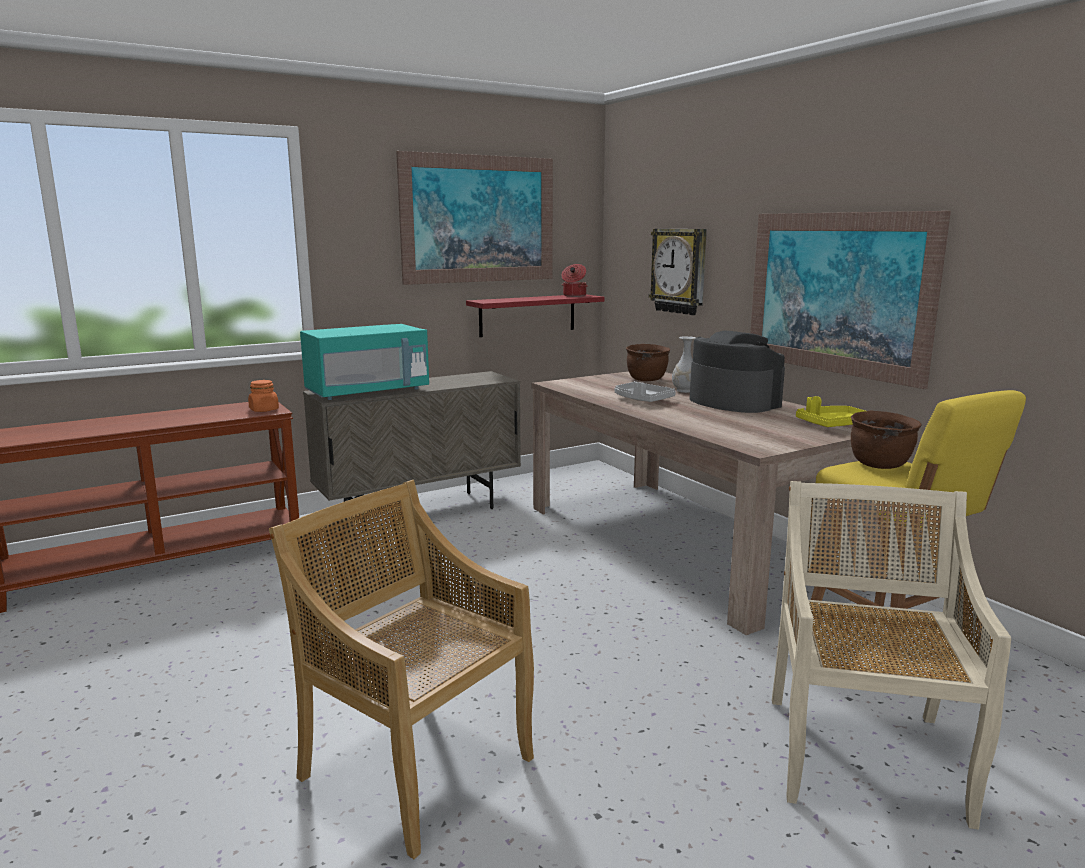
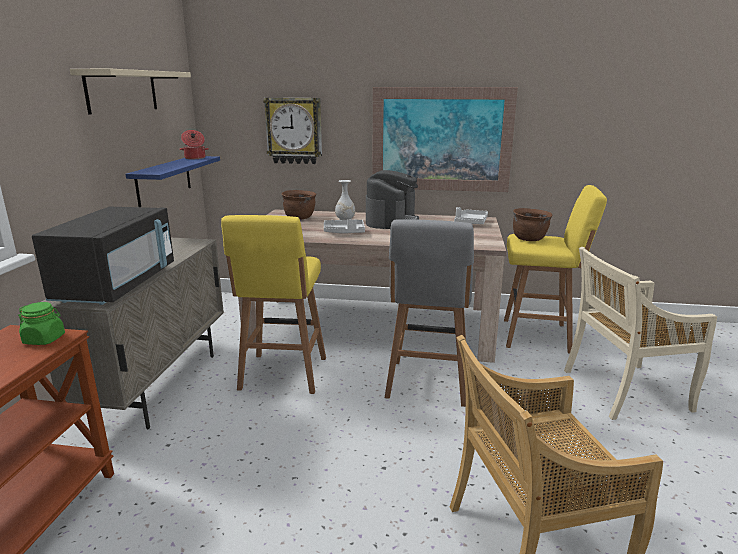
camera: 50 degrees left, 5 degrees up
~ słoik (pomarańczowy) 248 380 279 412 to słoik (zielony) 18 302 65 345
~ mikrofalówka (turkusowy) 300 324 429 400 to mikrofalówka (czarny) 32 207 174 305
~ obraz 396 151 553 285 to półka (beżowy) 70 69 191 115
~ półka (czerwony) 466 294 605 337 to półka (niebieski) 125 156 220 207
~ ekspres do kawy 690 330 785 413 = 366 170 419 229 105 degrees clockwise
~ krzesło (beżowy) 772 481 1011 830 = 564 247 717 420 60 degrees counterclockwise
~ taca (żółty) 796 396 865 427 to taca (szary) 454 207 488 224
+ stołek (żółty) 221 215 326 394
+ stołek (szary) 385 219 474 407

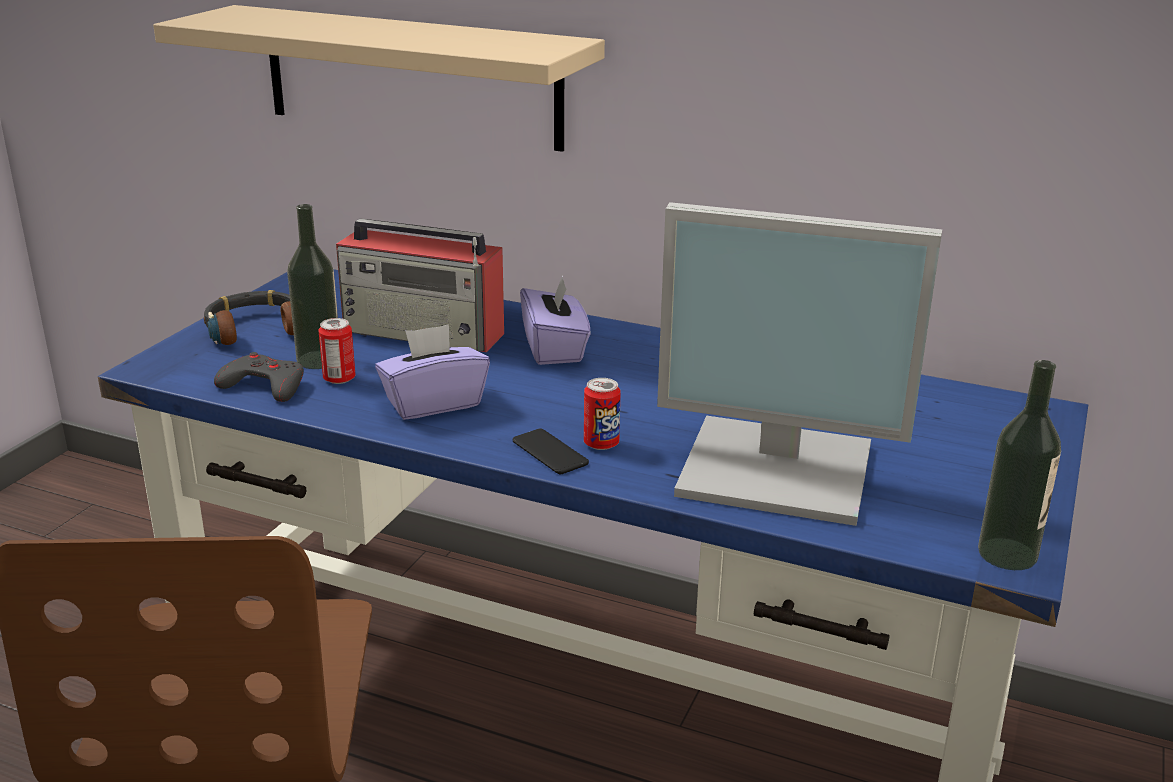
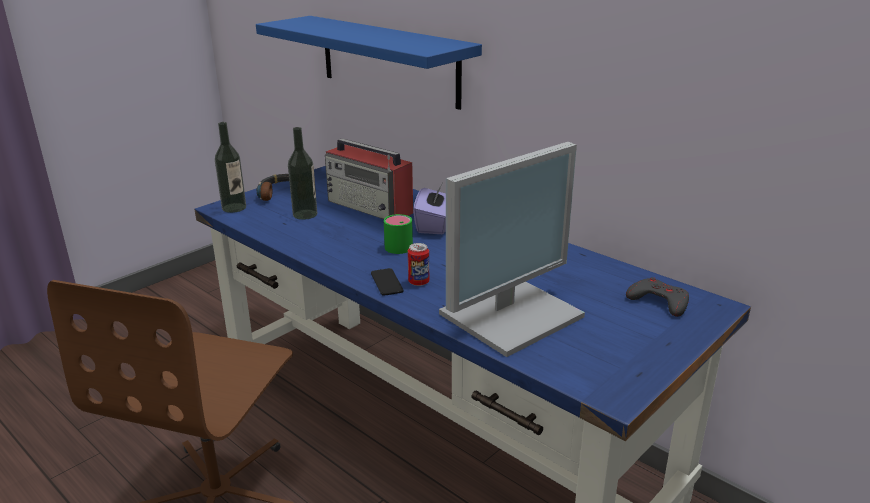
camera: 20 degrees right, 0 degrees up
~ półka (beżowy) 153 5 605 152 to półka (niebieski) 256 16 482 110
~ pad do gier (szary) 214 352 304 402 to 626 277 689 317
- puszka 318 318 355 384
- pudełko chusteczek (fioletowy) 375 324 490 420
~ monitor 657 202 942 526 = 439 142 585 357 75 degrees counterclockwise
~ butelka 978 360 1061 570 to 215 122 246 213
+ kubek (zielony) 384 214 413 254

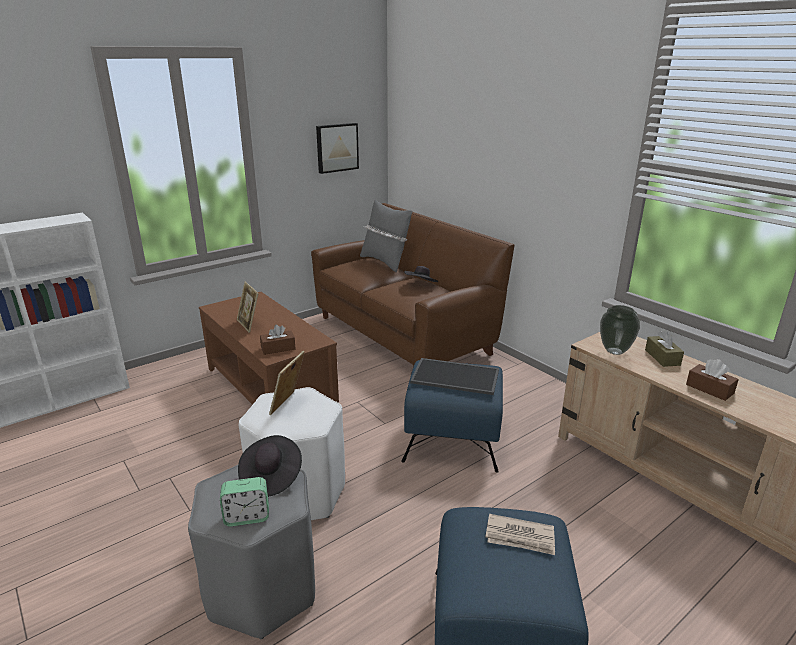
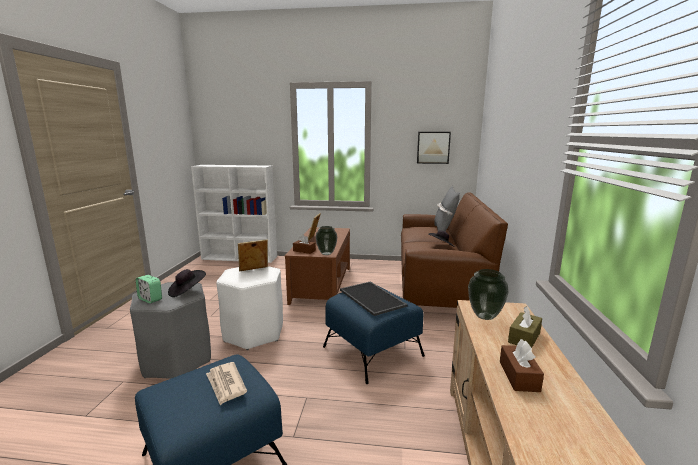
camera: 45 degrees right, 10 degrees down
+ wazon 315 226 337 255

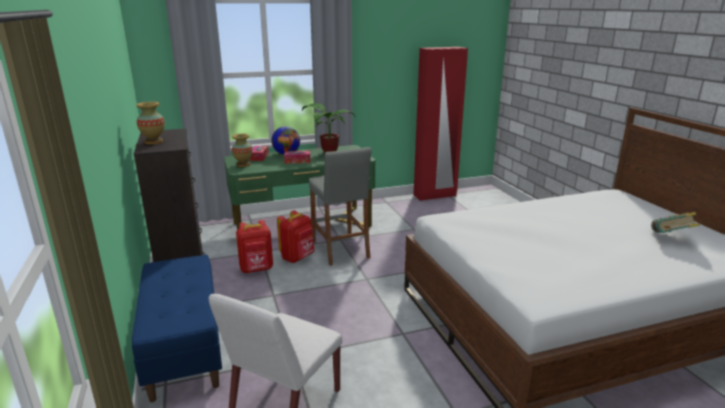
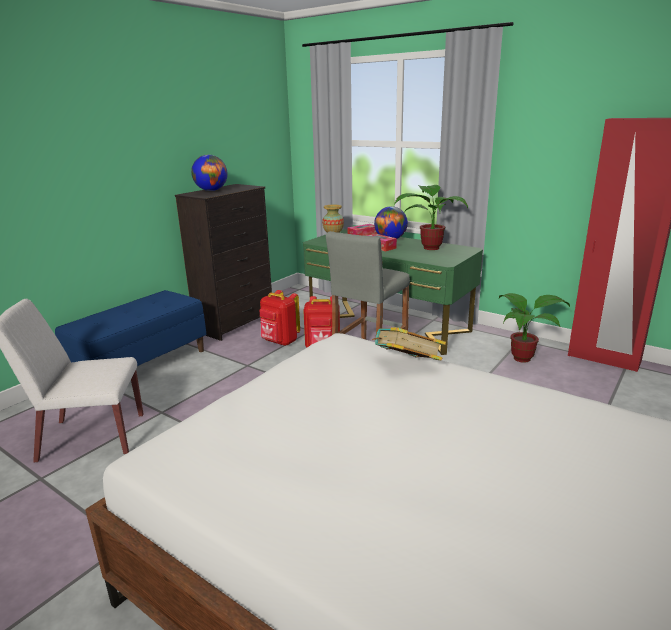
camera: 55 degrees right, 0 degrees up
~ wazon 136 102 165 144 to globus 191 155 228 191
~ książka 651 212 700 233 to 372 327 446 361
+ roślina doniczkowa 499 293 570 363

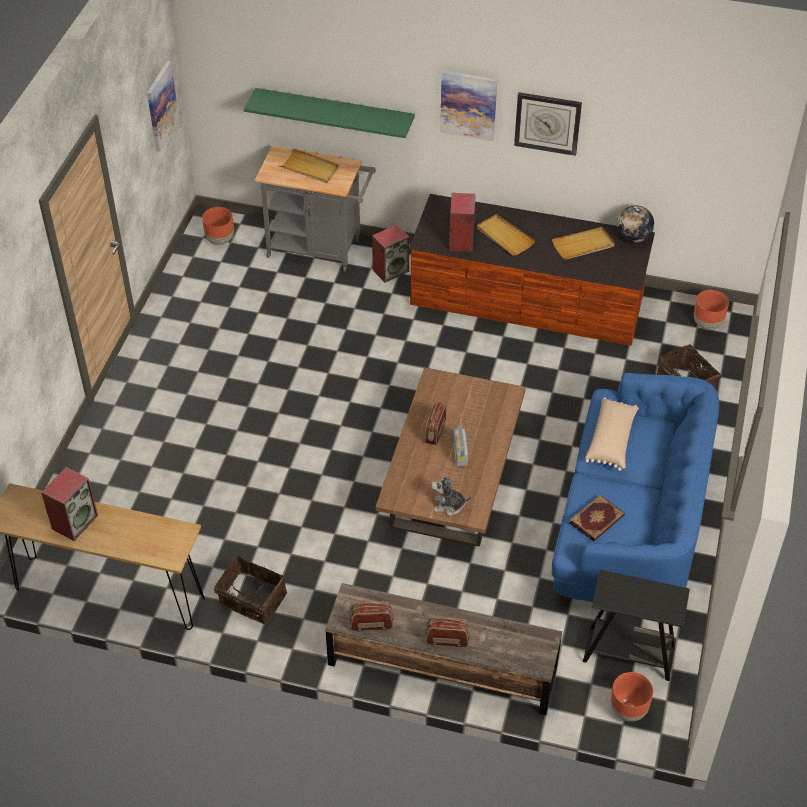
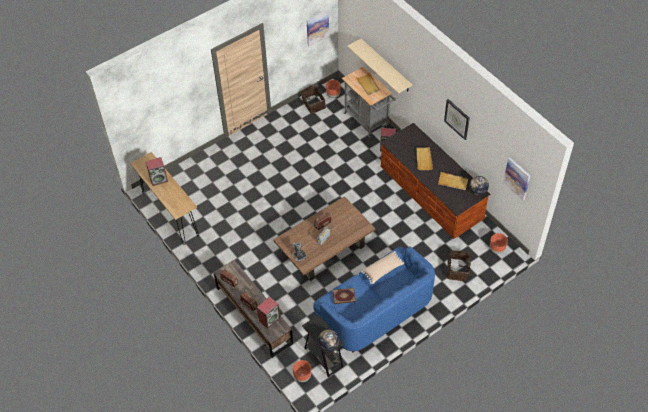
camera: 40 degrees right, 5 degrees up
~ koszyk 214 555 287 624 to 300 86 326 114
~ półka (zielony) 244 88 415 138 to półka (beżowy) 347 39 412 94
~ obraz 440 70 497 141 to 503 158 530 200
~ głośnik 449 193 476 252 to 257 297 280 329
+ globus 318 330 339 351

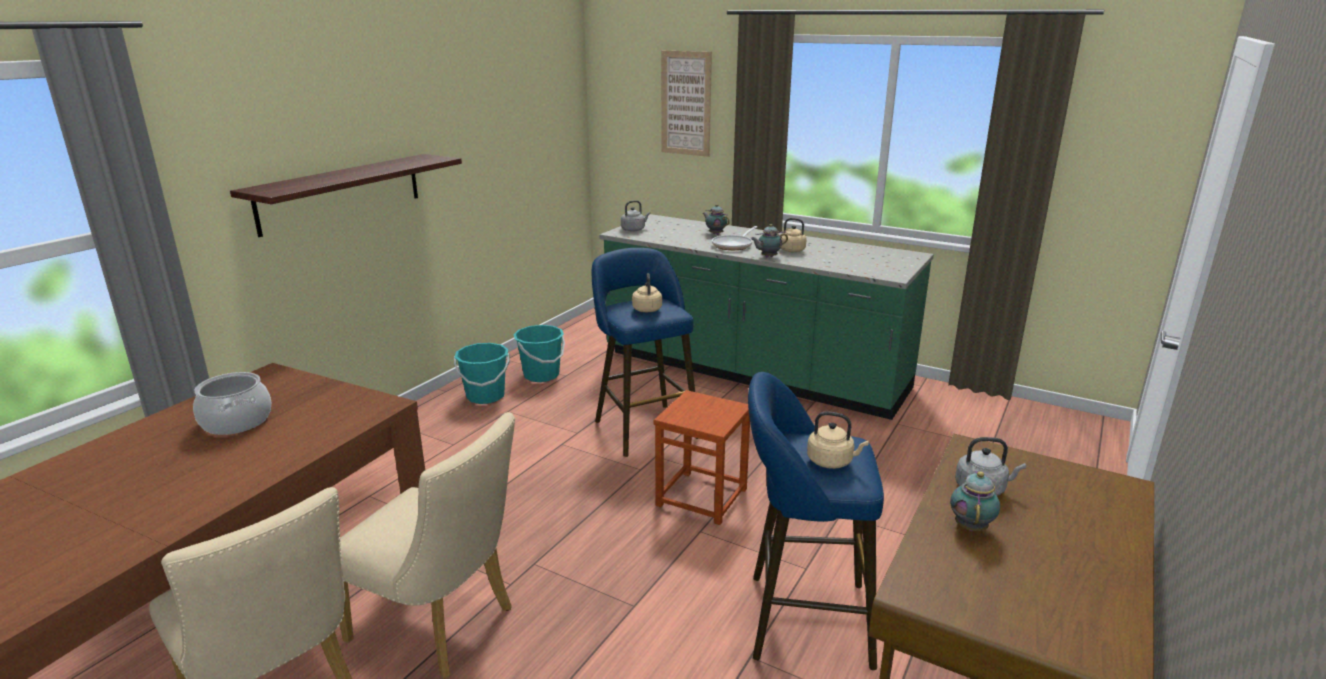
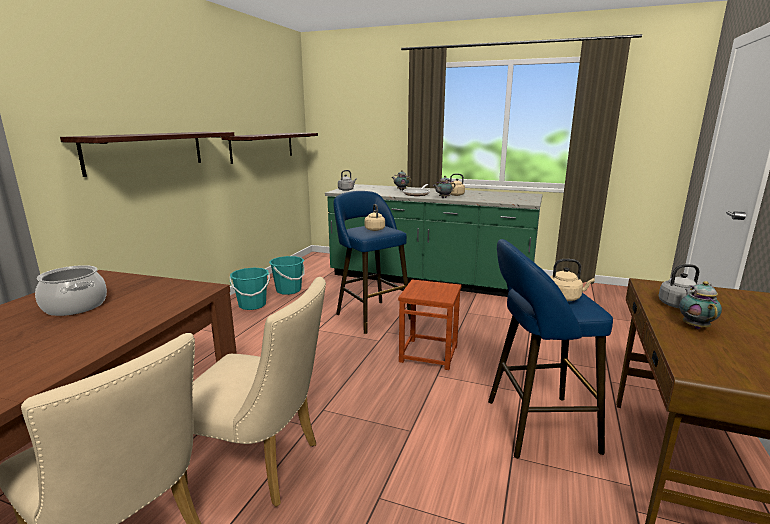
camera: 10 degrees left, 5 degrees down
- obraz 661 51 712 157
+ półka 221 133 318 164

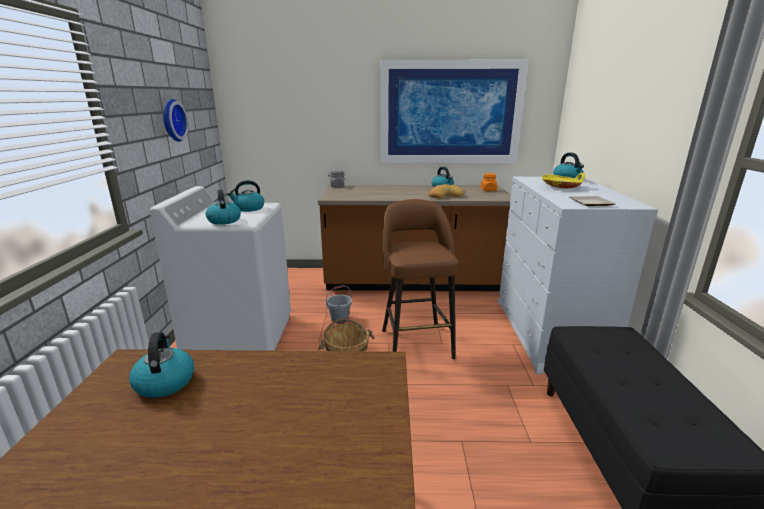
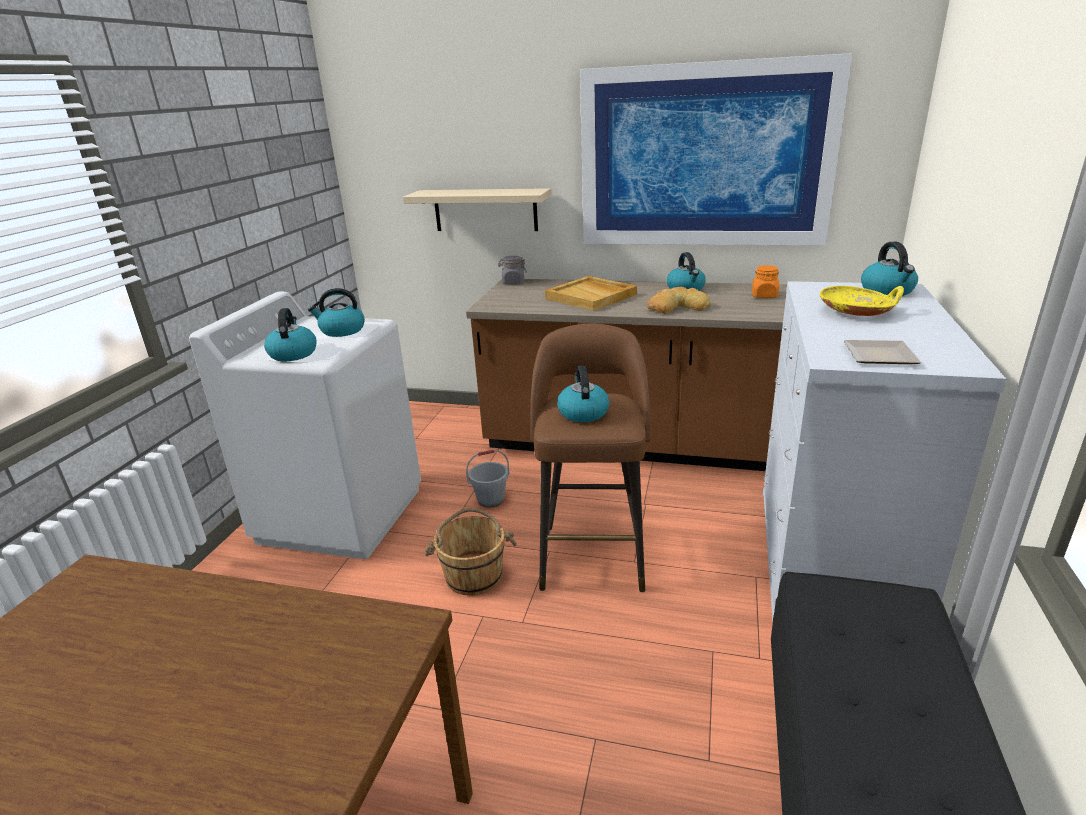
camera: 15 degrees right, 5 degrees up
~ czajnik 129 332 194 398 to 557 366 609 422
- zegar ścienny 163 99 189 142
+ półka (beżowy) 403 188 551 231
+ taca (beżowy) 545 276 637 311

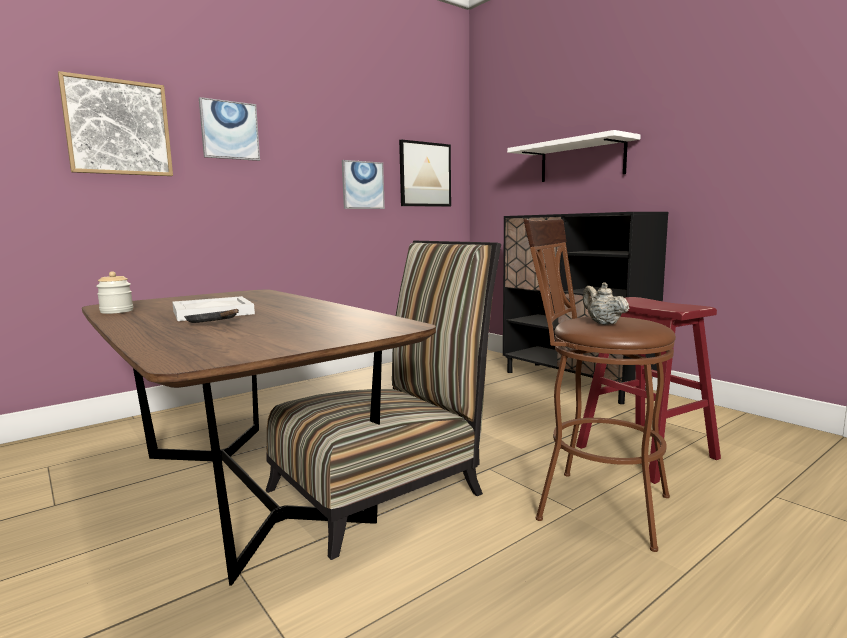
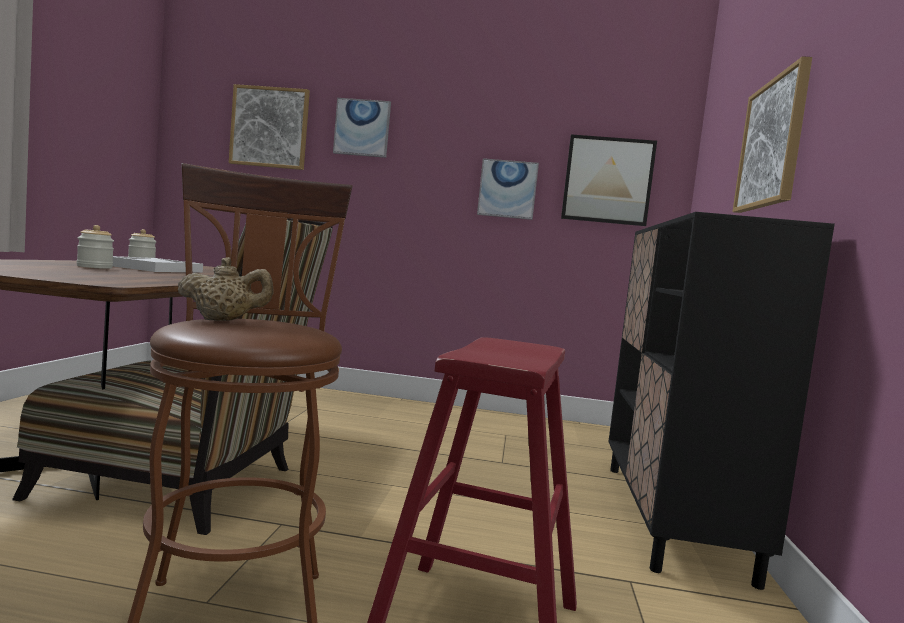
camera: 45 degrees right, 5 degrees down
~ patelnia (czarny) 184 309 239 323 to słoik 76 225 114 269
~ półka (biały) 507 130 641 182 to obraz 732 56 812 213
~ imbryk (beżowy) 583 282 629 325 = 178 257 274 321 60 degrees clockwise

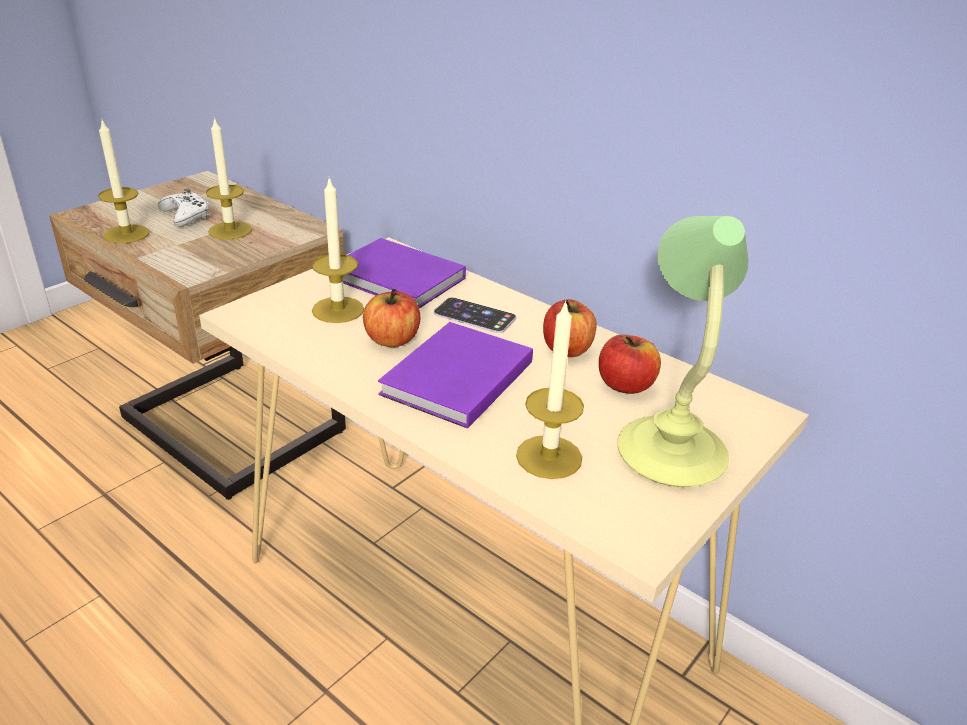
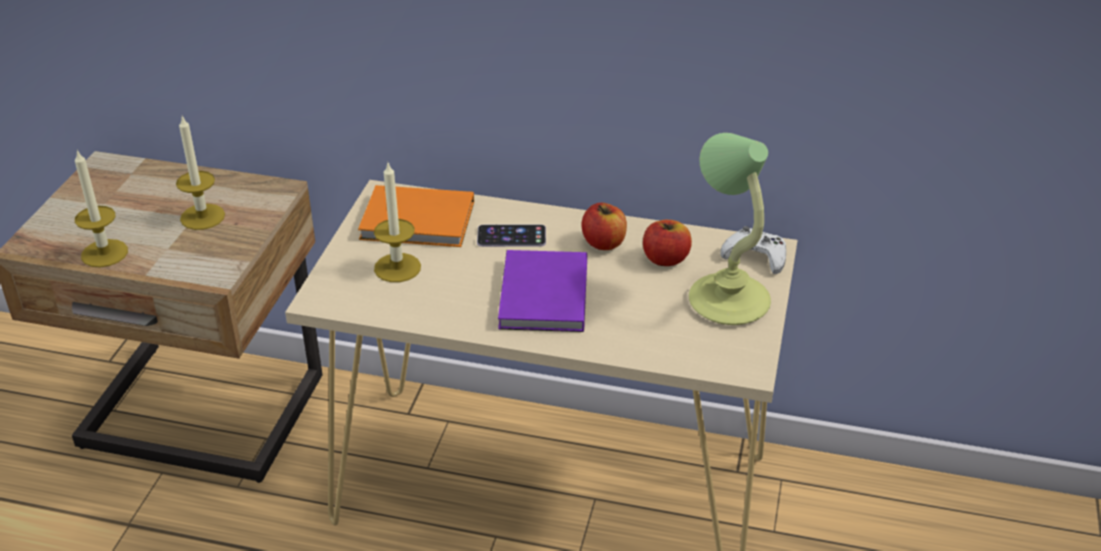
camera: 25 degrees left, 5 degrees up
~ pad do gier (biały) 158 189 211 227 to 720 226 786 274
~ książka (fioletowy) 343 238 466 308 to książka (pomarańczowy) 358 185 474 247
- jabłko 363 289 420 347
- świeca 516 300 584 479

